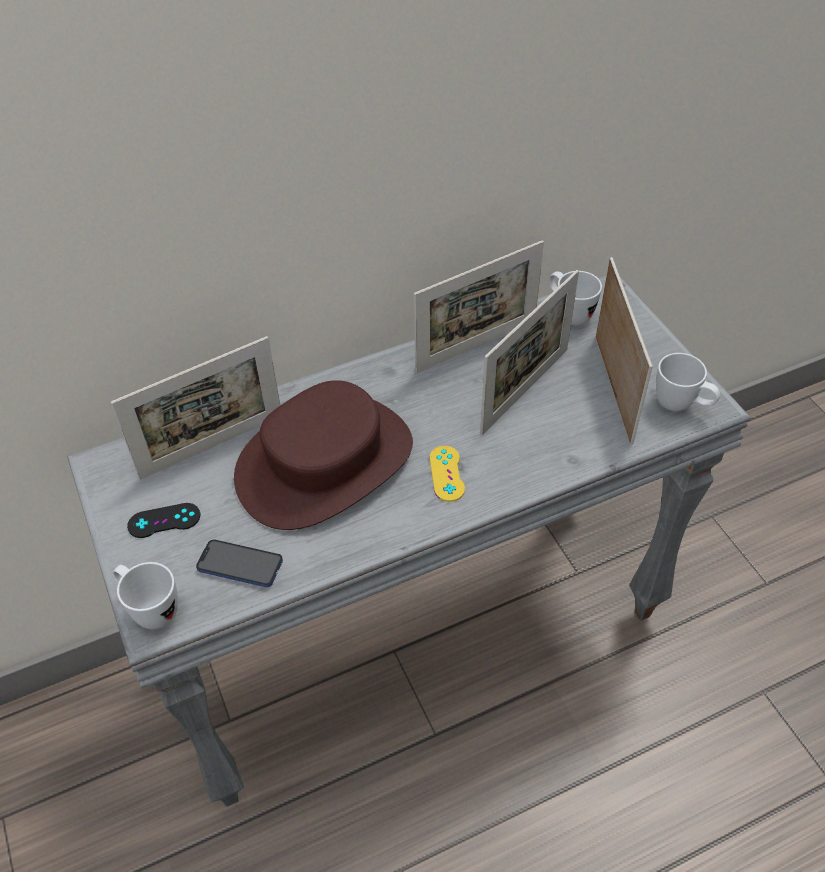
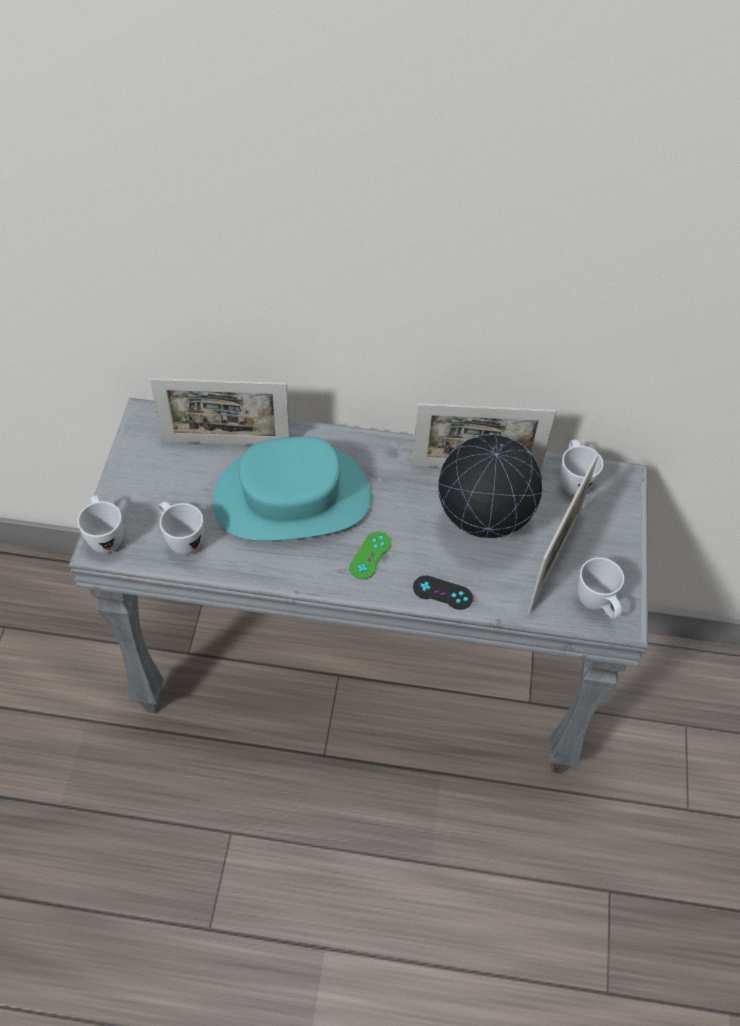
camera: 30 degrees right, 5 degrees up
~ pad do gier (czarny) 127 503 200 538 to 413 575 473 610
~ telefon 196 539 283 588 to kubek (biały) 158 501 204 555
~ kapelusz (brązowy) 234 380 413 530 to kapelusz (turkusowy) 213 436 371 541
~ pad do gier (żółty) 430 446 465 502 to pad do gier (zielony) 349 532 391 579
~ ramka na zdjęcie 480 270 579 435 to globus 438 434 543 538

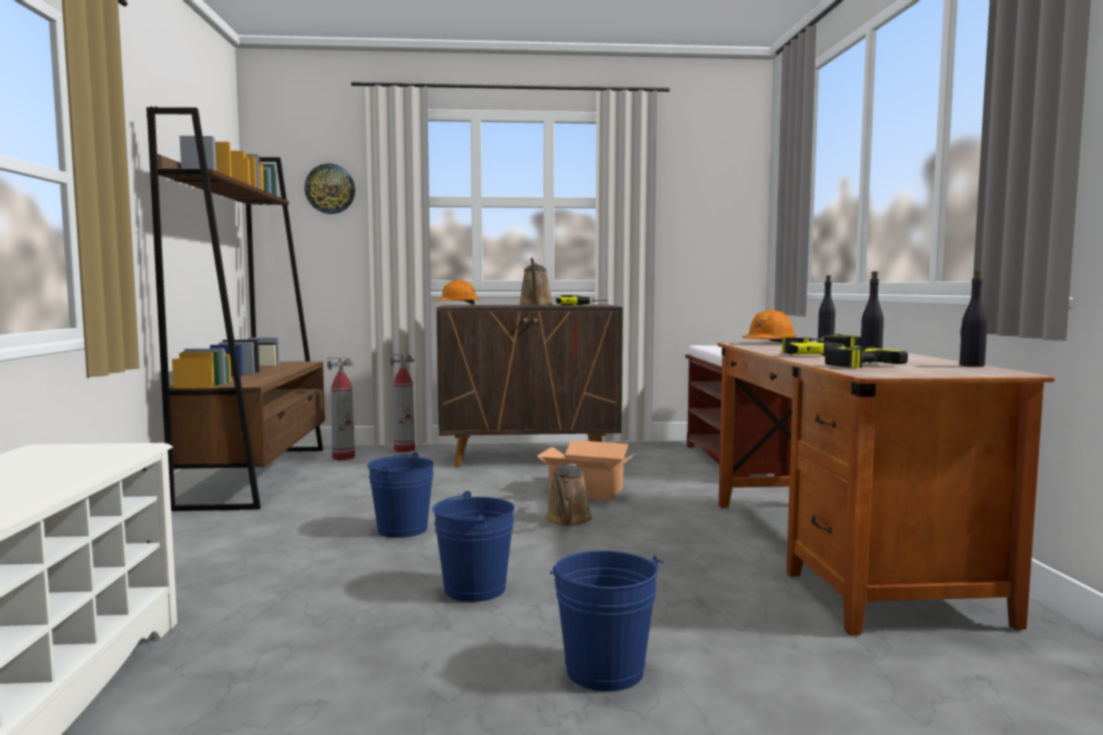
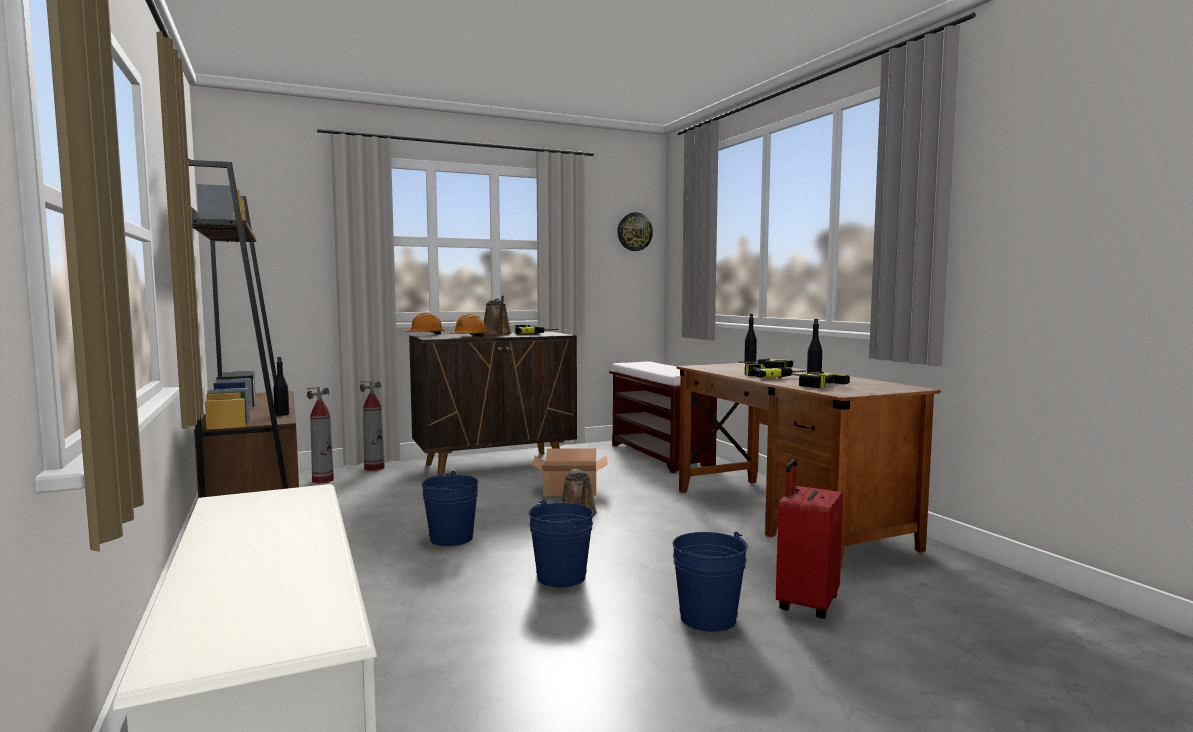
camera: 20 degrees left, 0 degrees up
~ zegar ścienny 304 164 355 214 to 617 212 653 251
~ kask (pomarańczowy) 742 309 796 343 to 450 314 487 336
~ butelka (czarny) 959 270 987 367 to 273 357 289 416
+ walizka (czerwony) 776 459 843 619

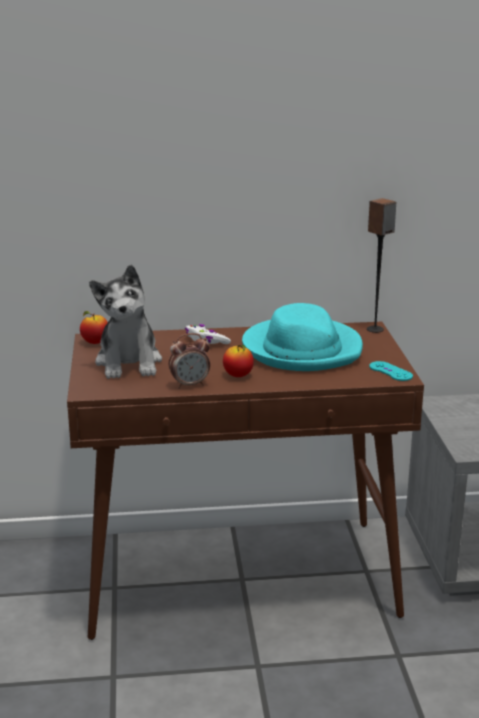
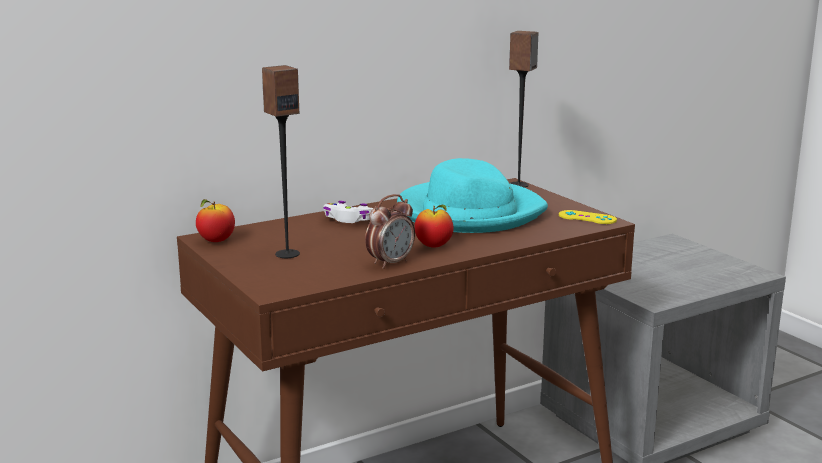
camera: 25 degrees left, 5 degrees down
~ pluszak 89 264 162 379 to głośnik 262 65 300 258
~ pad do gier (turkusowy) 369 361 413 381 to pad do gier (żółty) 559 210 617 224

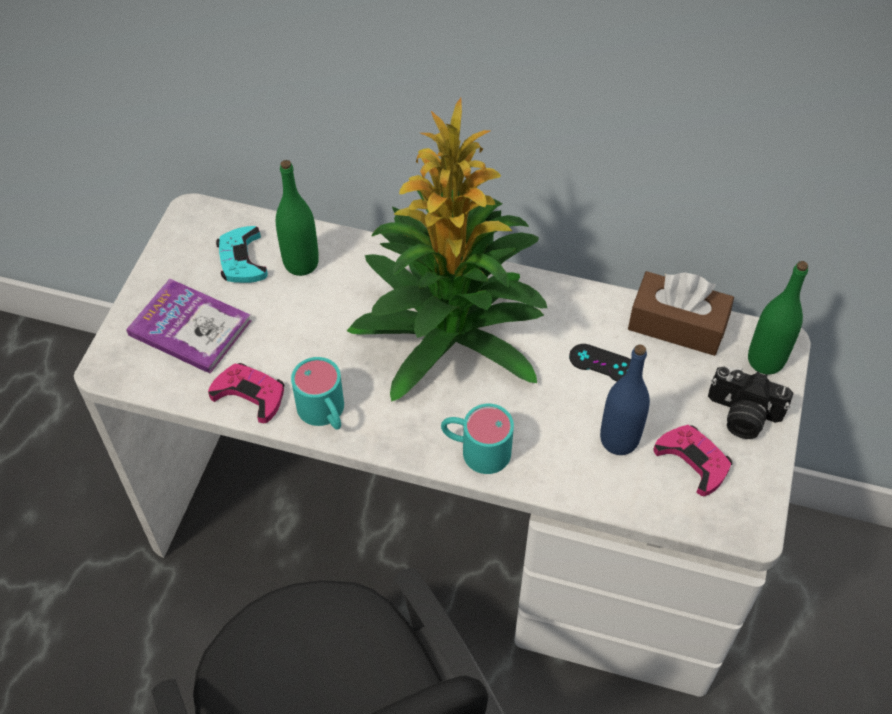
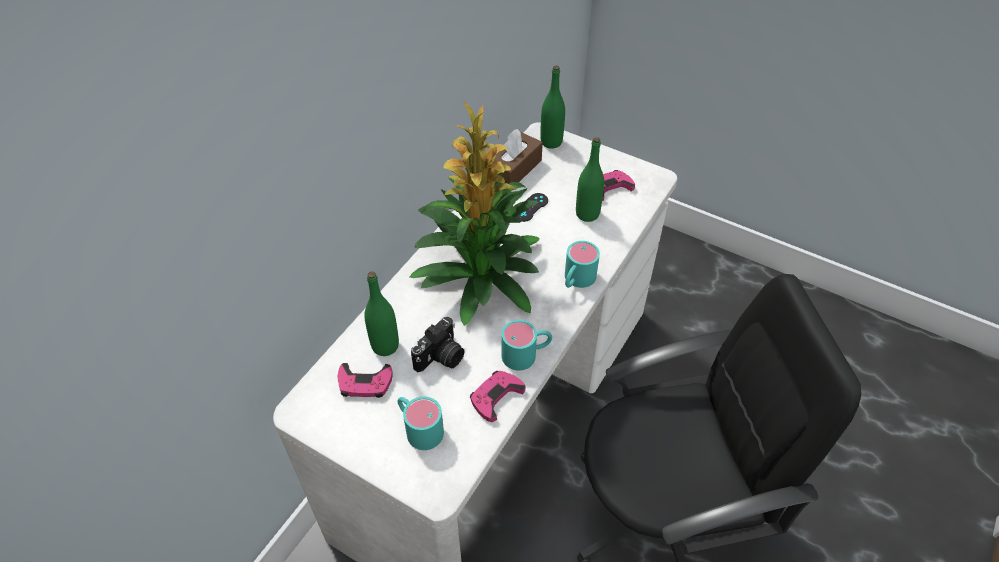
camera: 75 degrees left, 5 degrees down
~ książka 126 279 252 374 to kubek (turkusowy) 398 396 444 450
~ pad do gier (turkusowy) 216 226 268 283 to pad do gier (różowy) 338 363 393 398
~ butelka (niebieski) 600 344 650 455 to butelka (zielony) 576 137 604 222
~ aparat fotograficzny 708 367 794 439 to 411 317 464 372

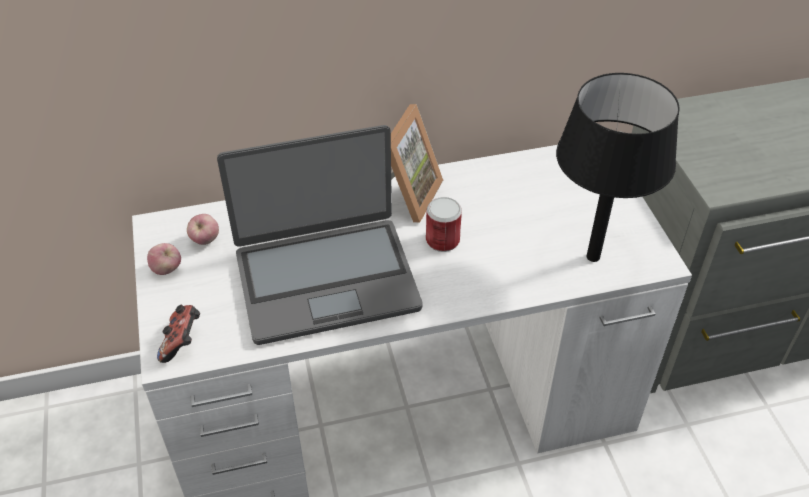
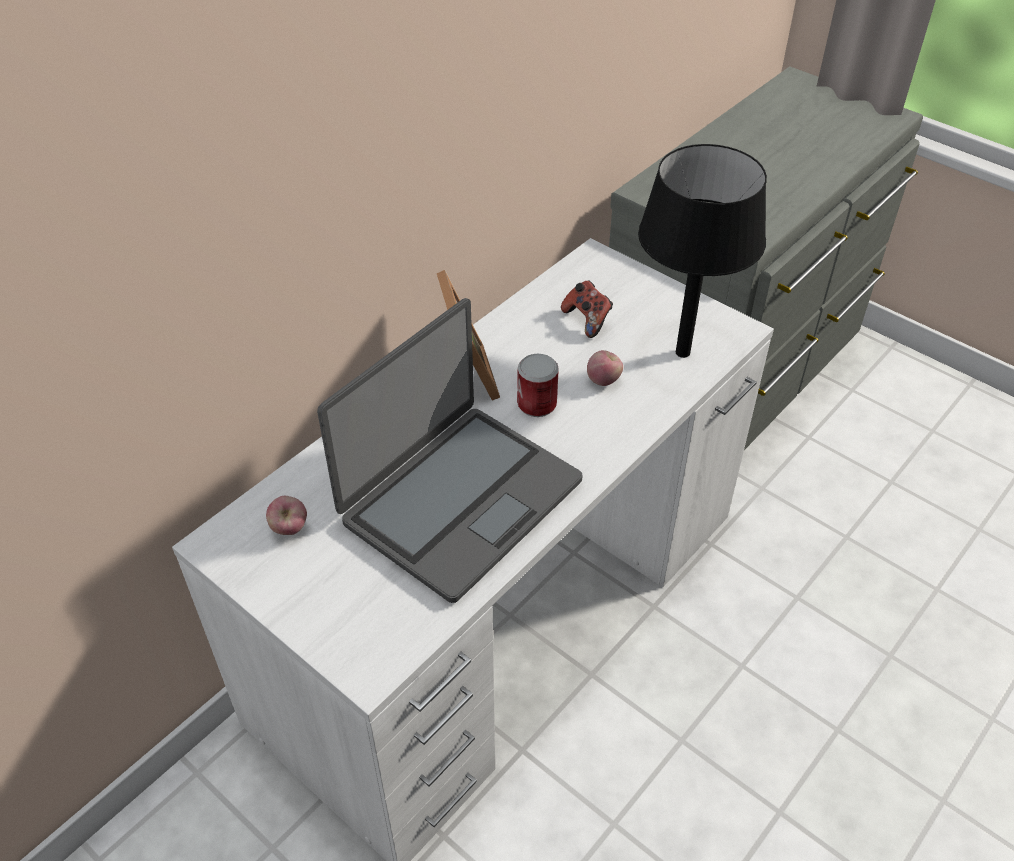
camera: 35 degrees left, 0 degrees up
~ jabłko 147 243 181 275 to 587 350 623 386
~ pad do gier 157 305 200 363 to 561 281 613 338

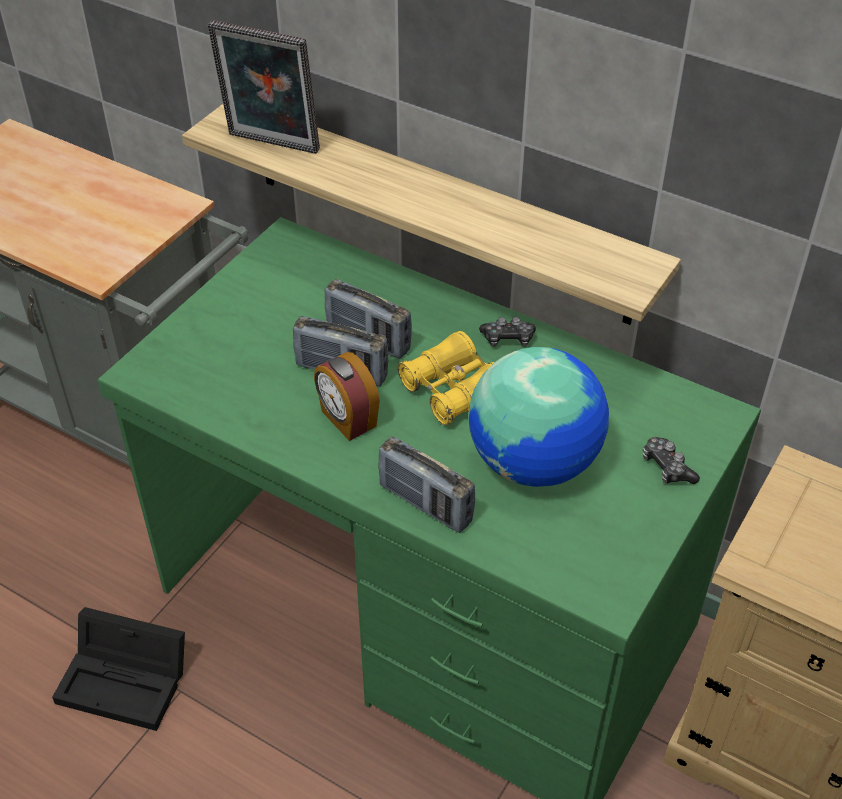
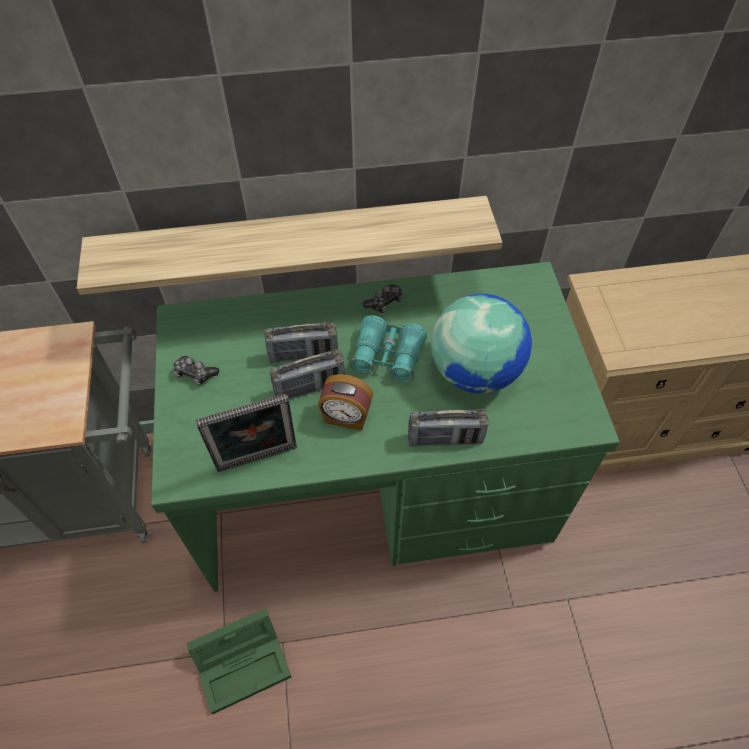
camera: 40 degrees left, 10 degrees up
~ pojemnik do przechowywania (czarny) 52 607 185 731 to pojemnik do przechowywania (zielony) 187 608 291 714
~ ramka na zdjęcie 208 20 320 154 to 195 394 297 472
~ lornetka (żółty) 398 331 494 425 to lornetka (turkusowy) 350 315 427 382
~ pad do gier 643 437 700 484 to 173 356 219 385

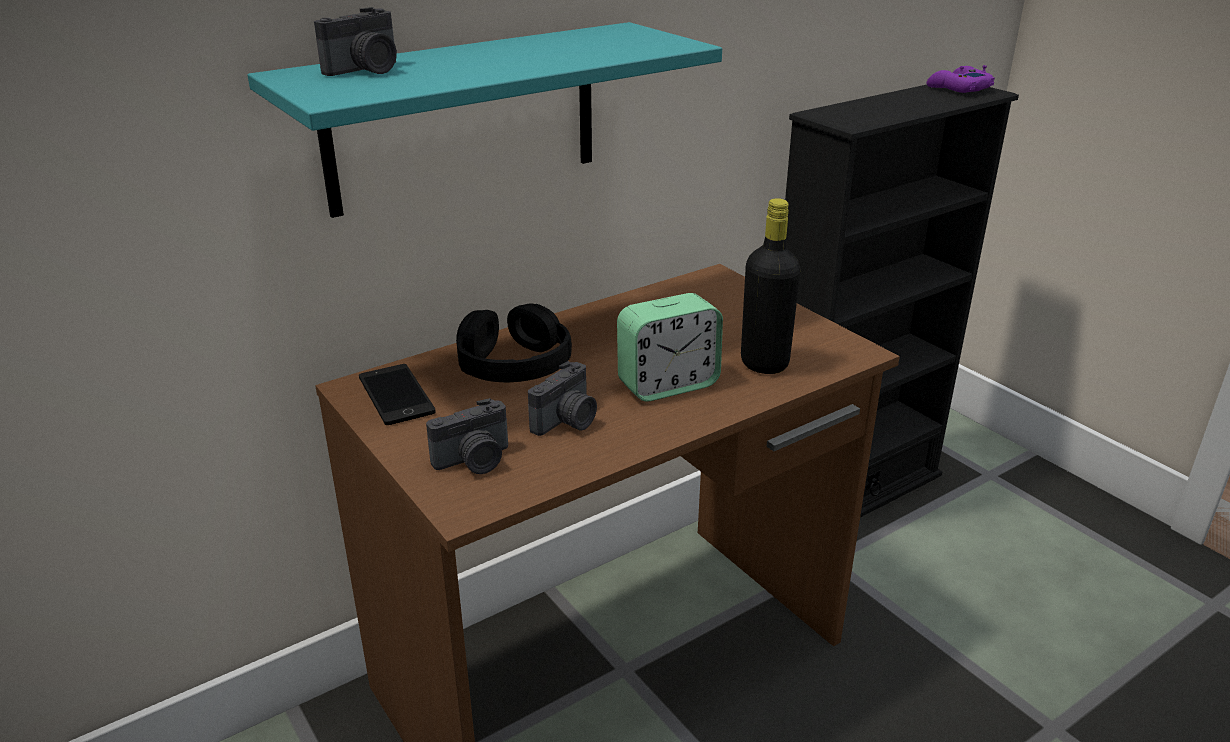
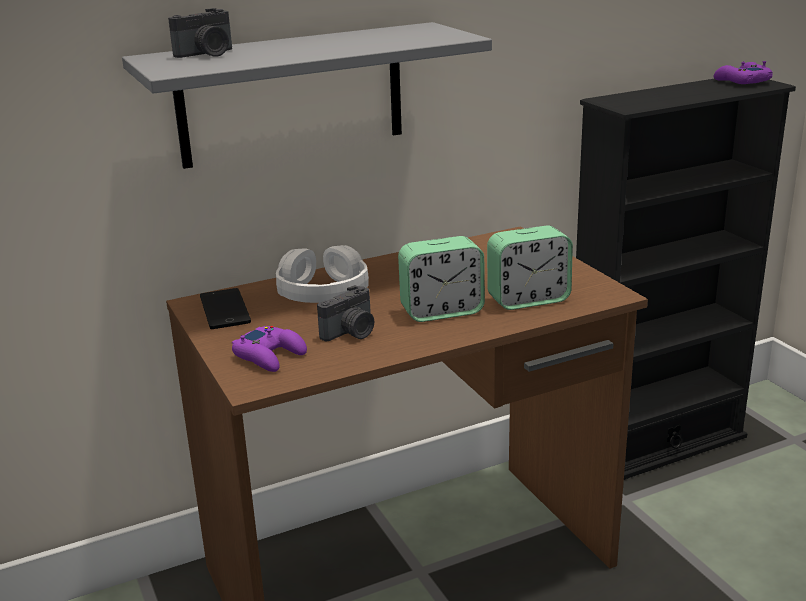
camera: 10 degrees right, 5 degrees down
~ półka (turkusowy) 248 22 722 218 to półka (szary) 122 22 492 169
~ aparat fotograficzny 426 398 508 474 to pad do gier (fioletowy) 232 326 307 372
~ słuchawki (czarny) 456 303 572 382 to słuchawki (biały) 276 245 369 303
~ butelka (czarny) 741 198 801 374 to budzik 487 225 573 310

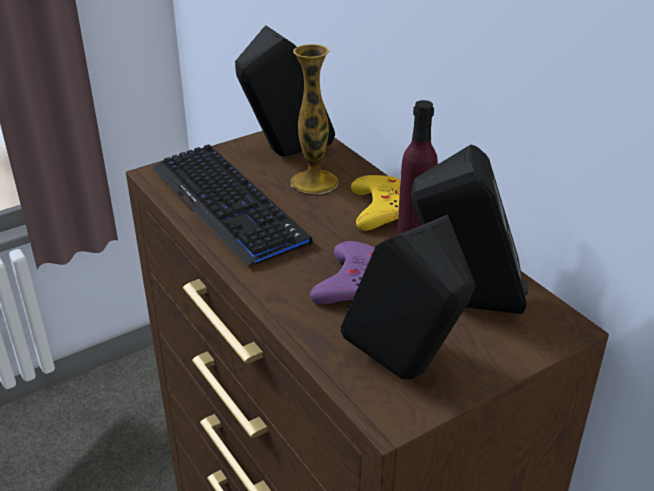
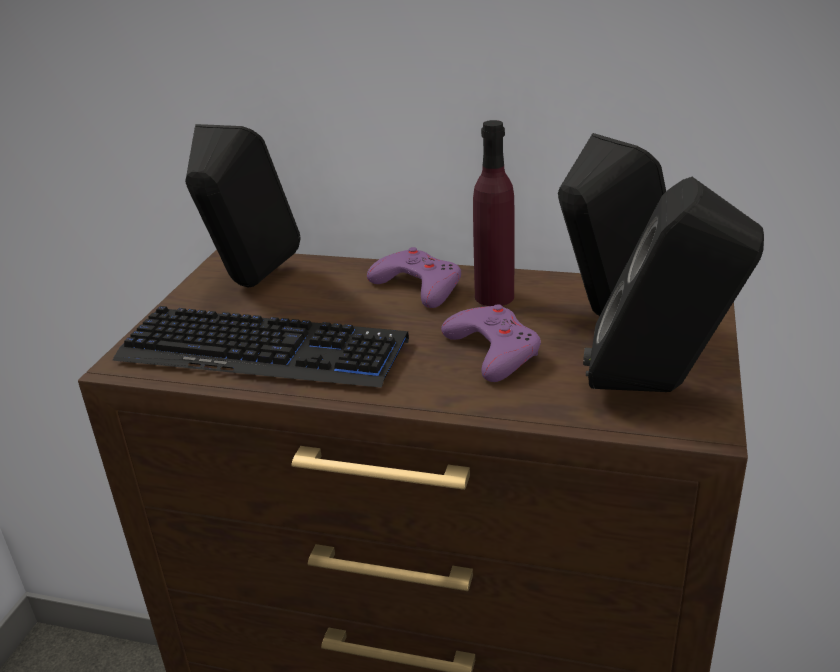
camera: 40 degrees left, 5 degrees down
- wazon 291 44 339 194
~ pad do gier (żółty) 351 175 400 231 to pad do gier (fioletowy) 367 247 461 308

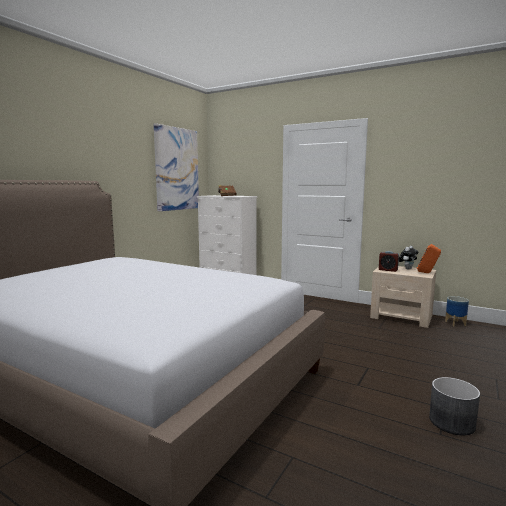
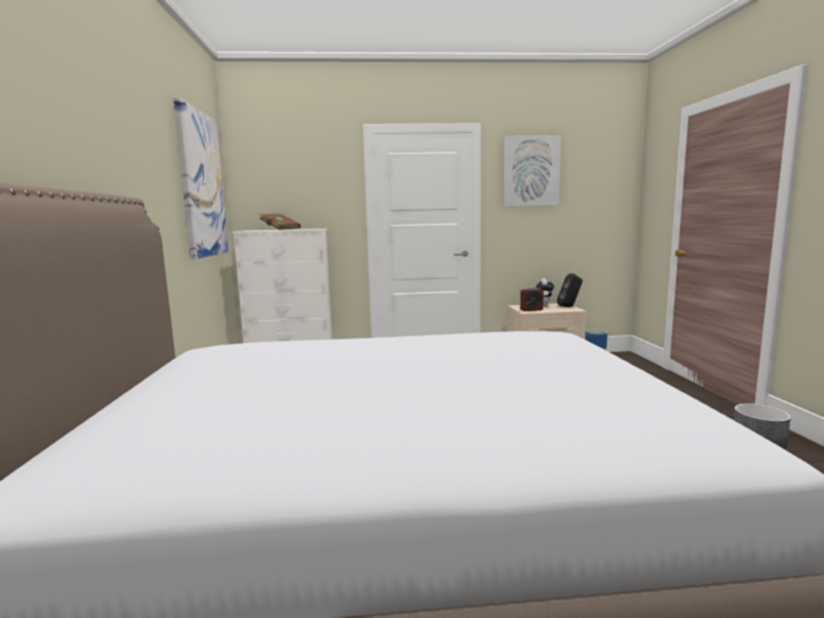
camera: 35 degrees left, 0 degrees up
~ głośnik (pomarańczowy) 417 244 441 273 to głośnik (czarny) 557 273 583 307
+ obraz 503 135 561 206

